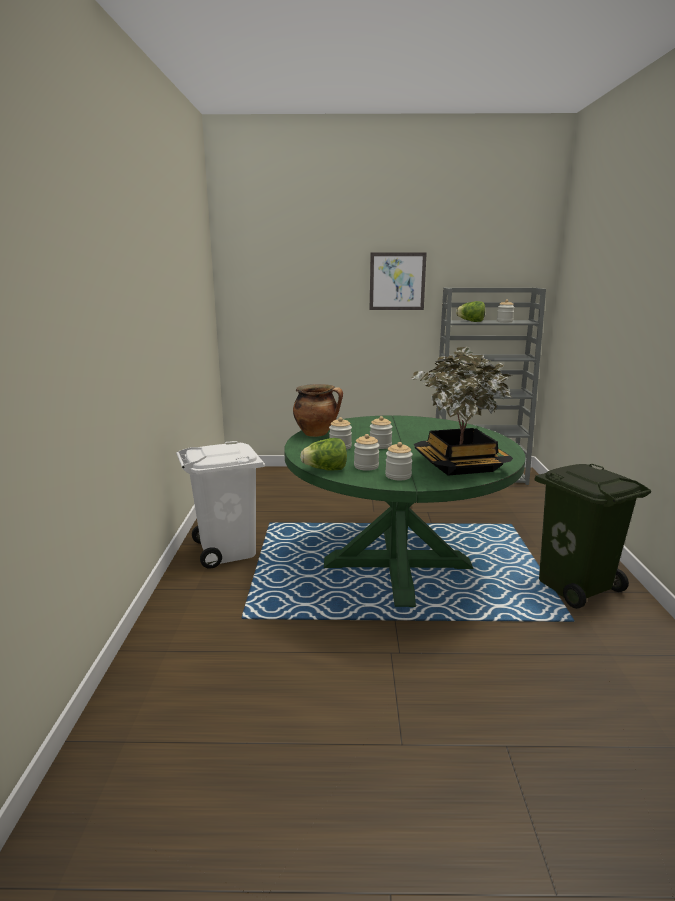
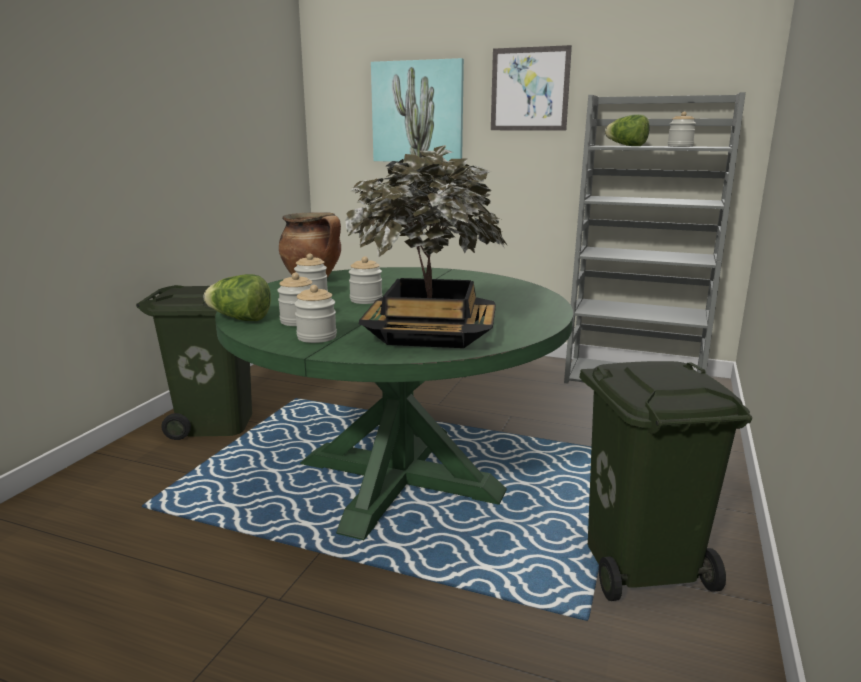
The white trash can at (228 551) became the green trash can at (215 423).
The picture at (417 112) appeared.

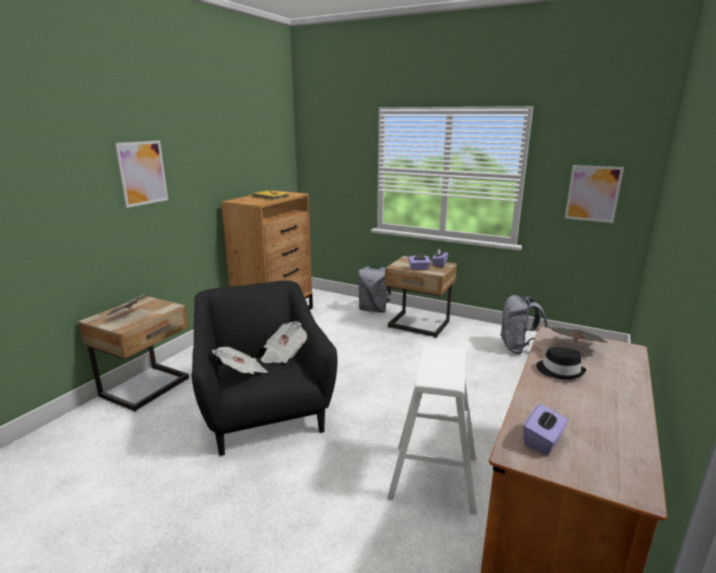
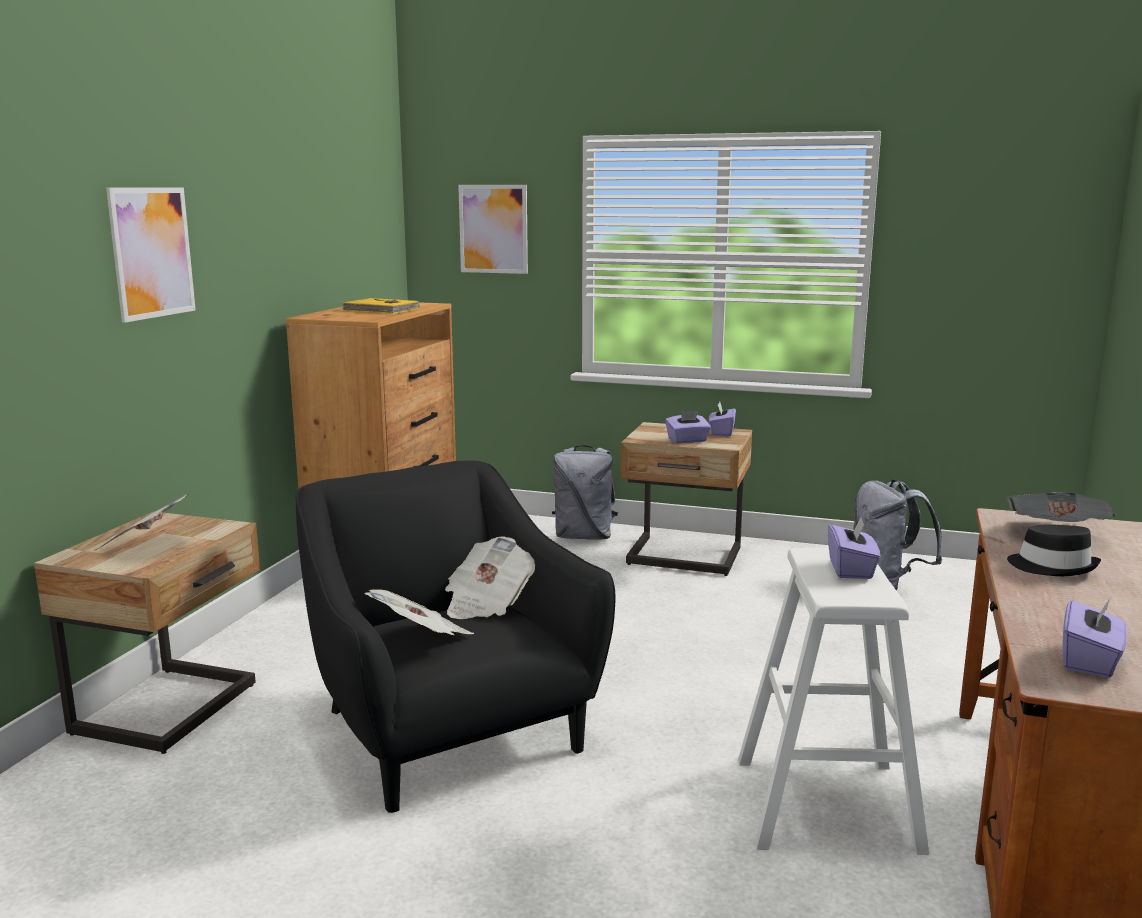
The picture moved from (593 193) to (493 229).
The purple tissue box at (851 569) appeared.

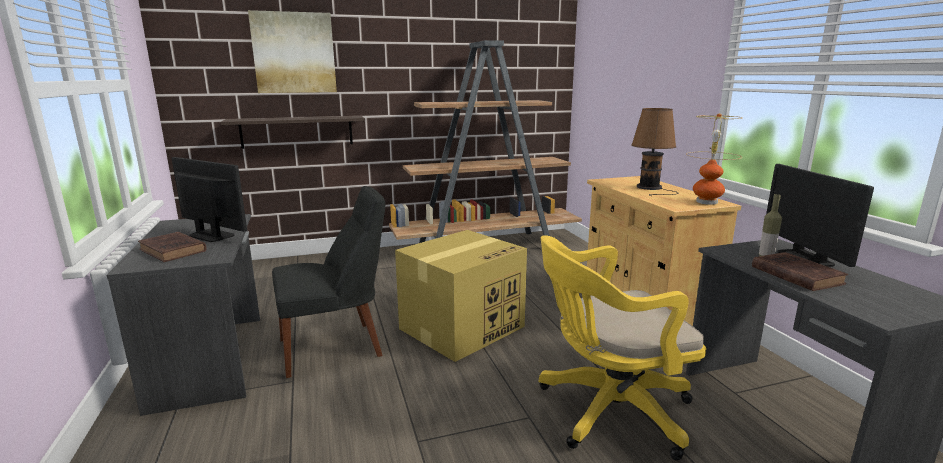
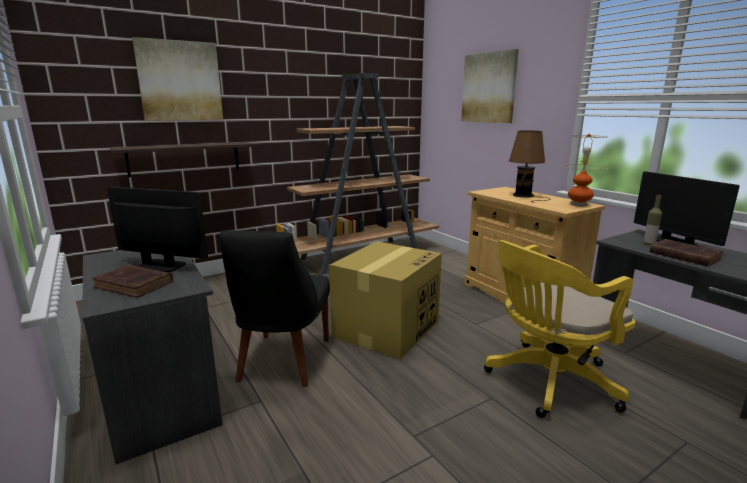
The black chair at (336 347) turned 135 degrees clockwise.
The picture at (489 88) appeared.

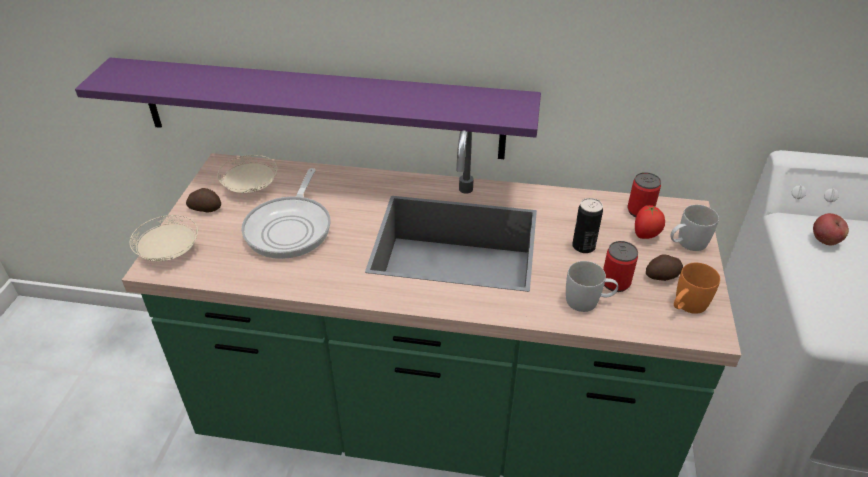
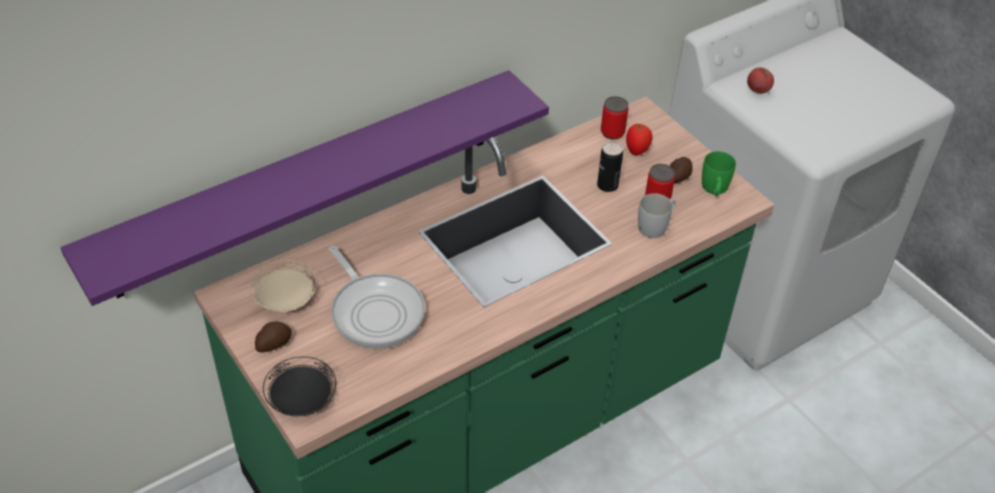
The beige plate at (169 252) became the black plate at (302 399).
The white mug at (686 244) disappeared.
The orange mug at (686 306) became the green mug at (714 190).

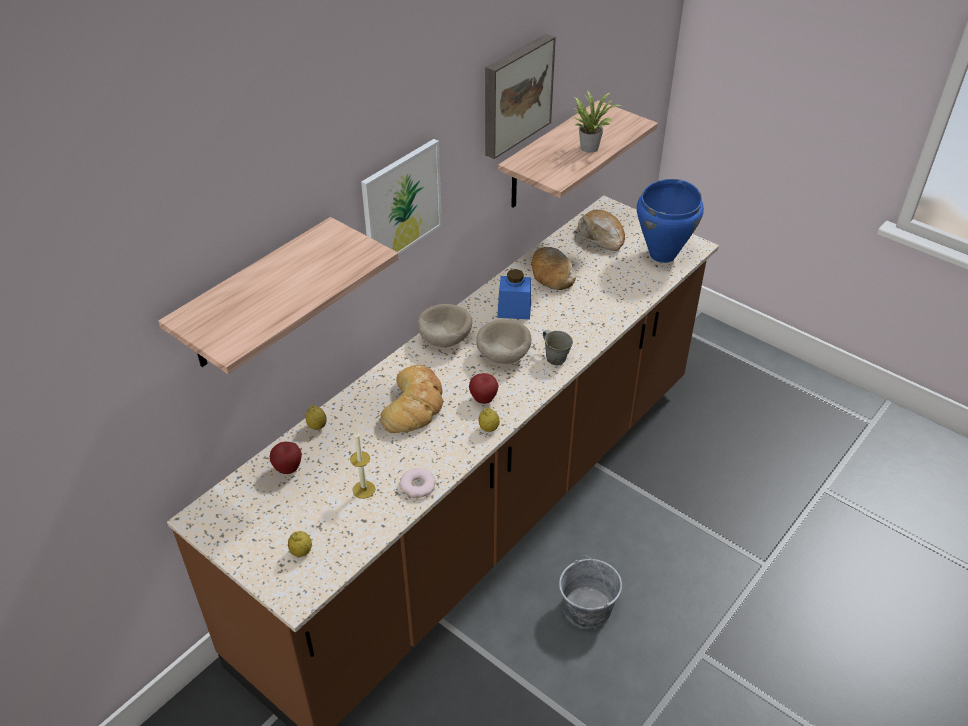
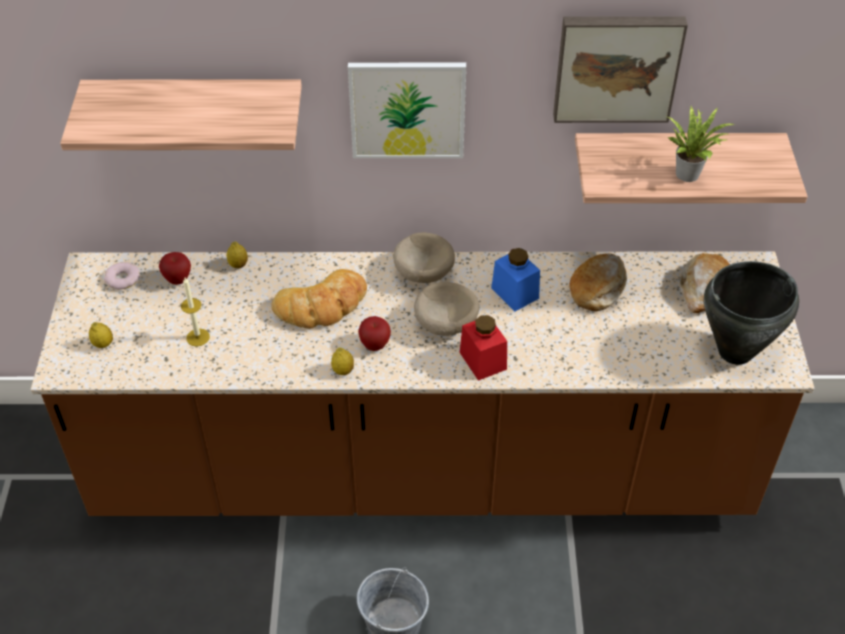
The donut moved from (418 486) to (122 279).
The grey mug at (555 357) was replaced by the red jar at (483 360).
The blue cooking pot at (663 255) became the black cooking pot at (736 352).

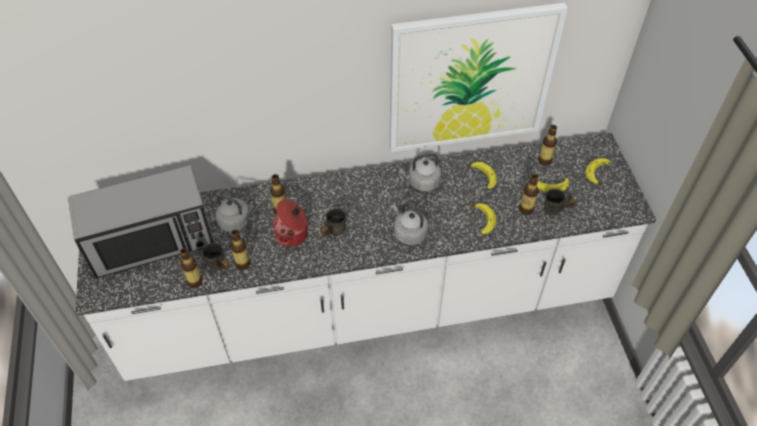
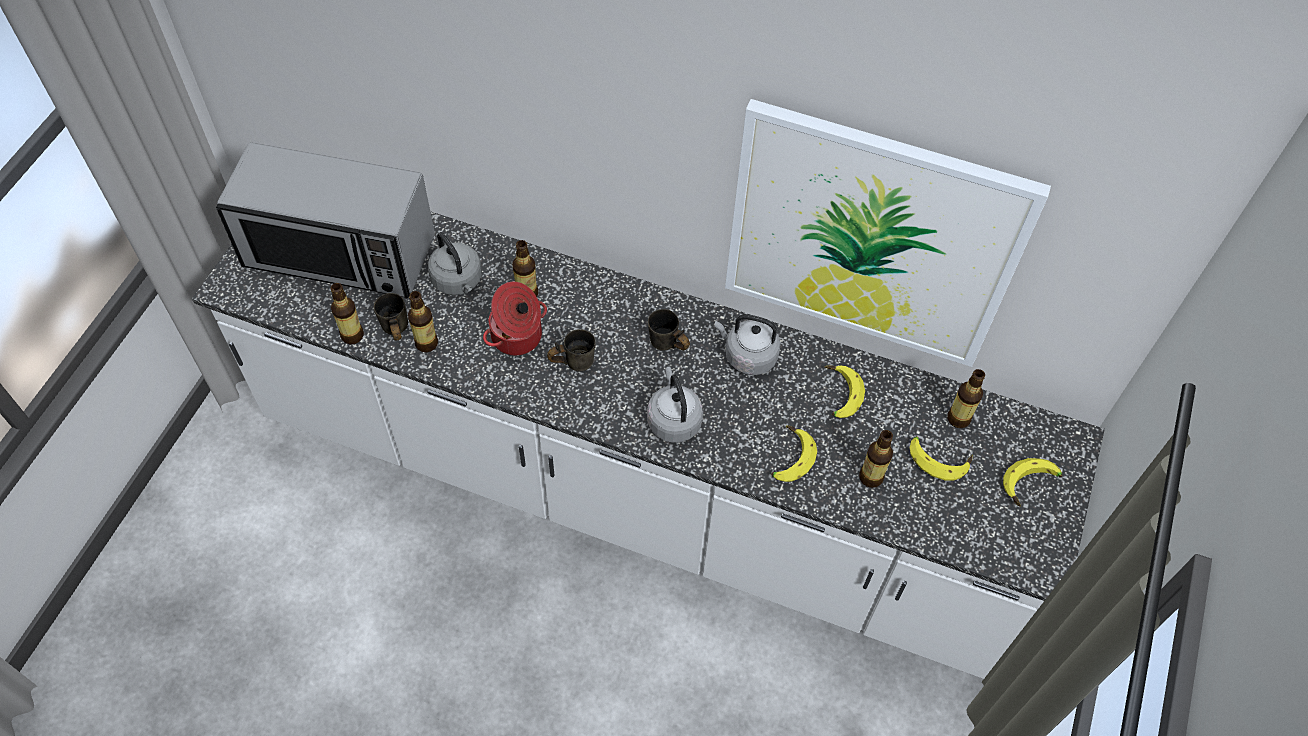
The grey mug moved from (556 211) to (666 346).

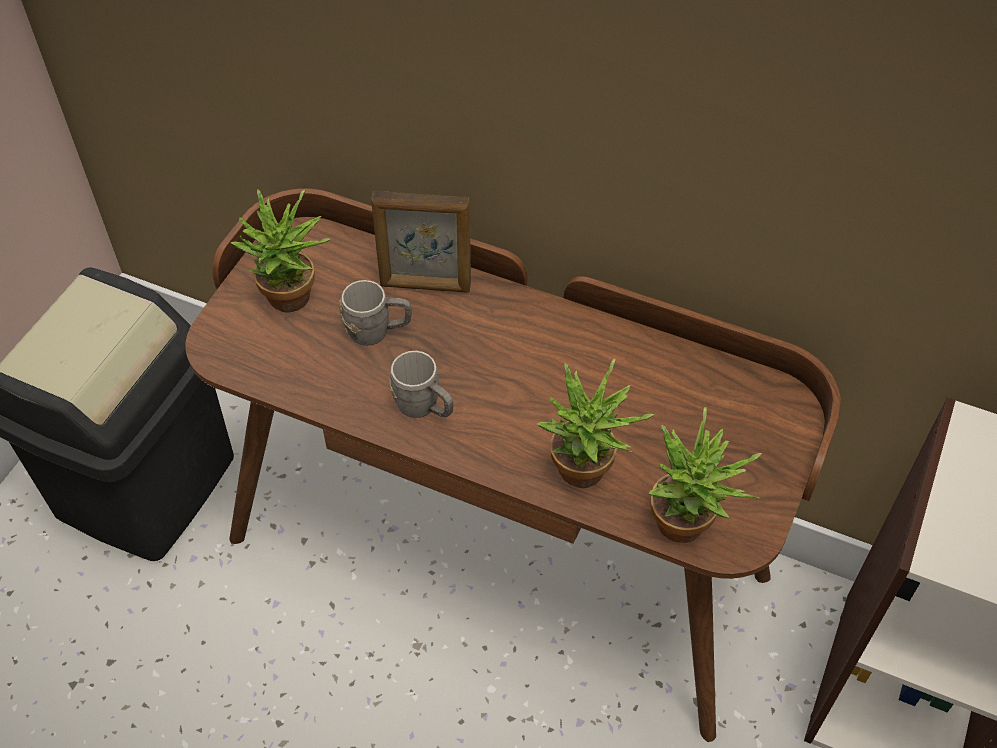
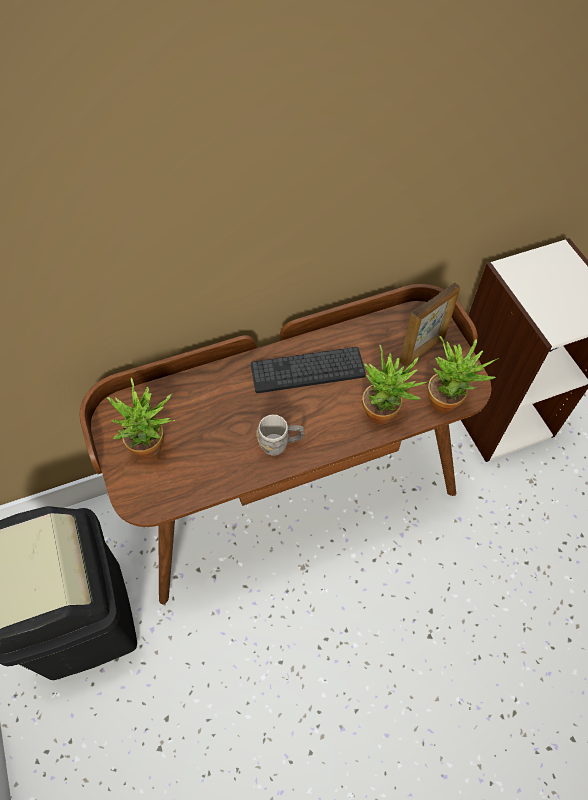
The grey mug at (378 331) disappeared.
The picture frame moved from (425 286) to (423 350).
The keyboard at (307 370) appeared.

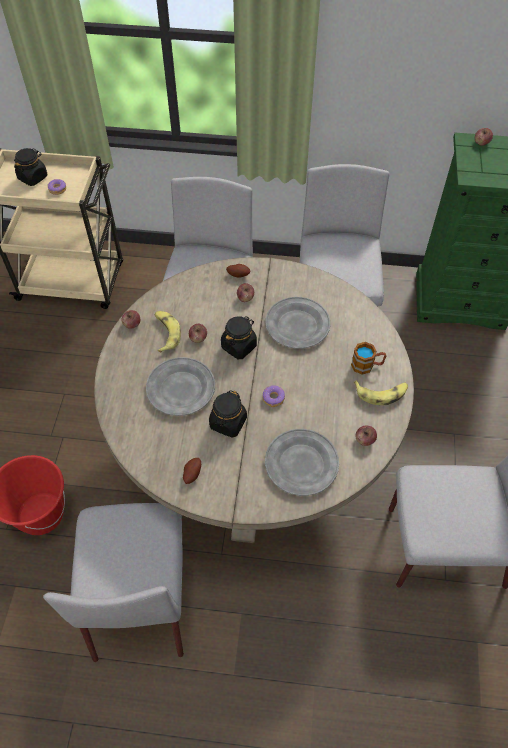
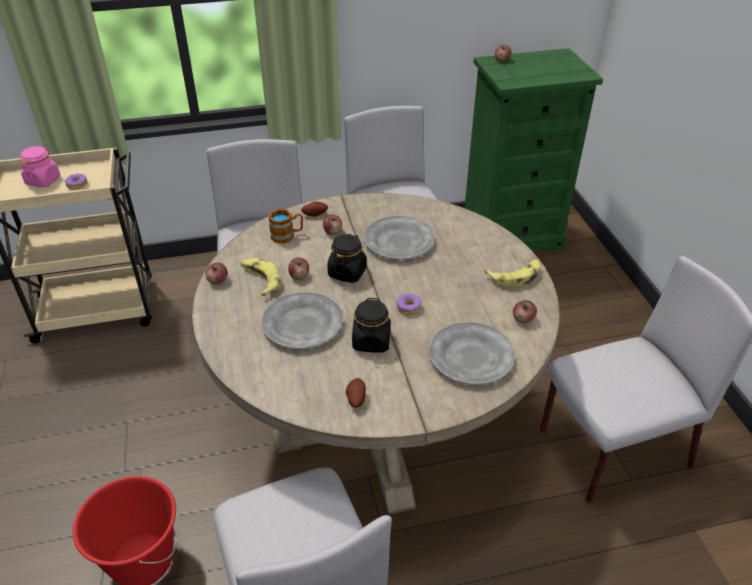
The black jar at (33 177) became the pink jar at (43 180).
The mug moved from (367 365) to (287 235).

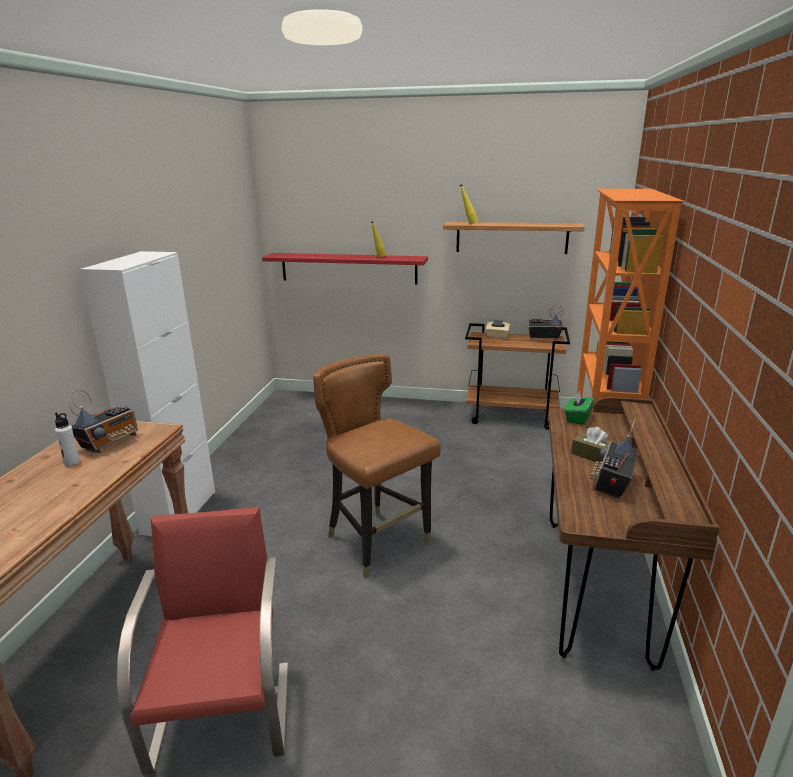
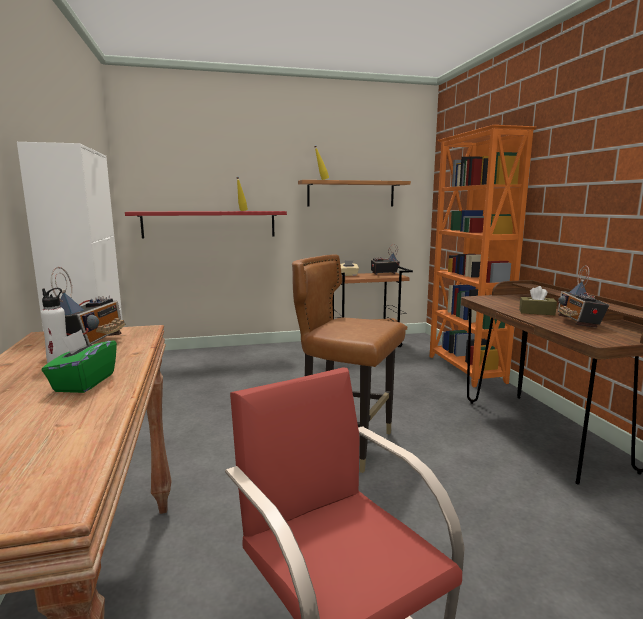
The green tissue box moved from (577 418) to (84 383).

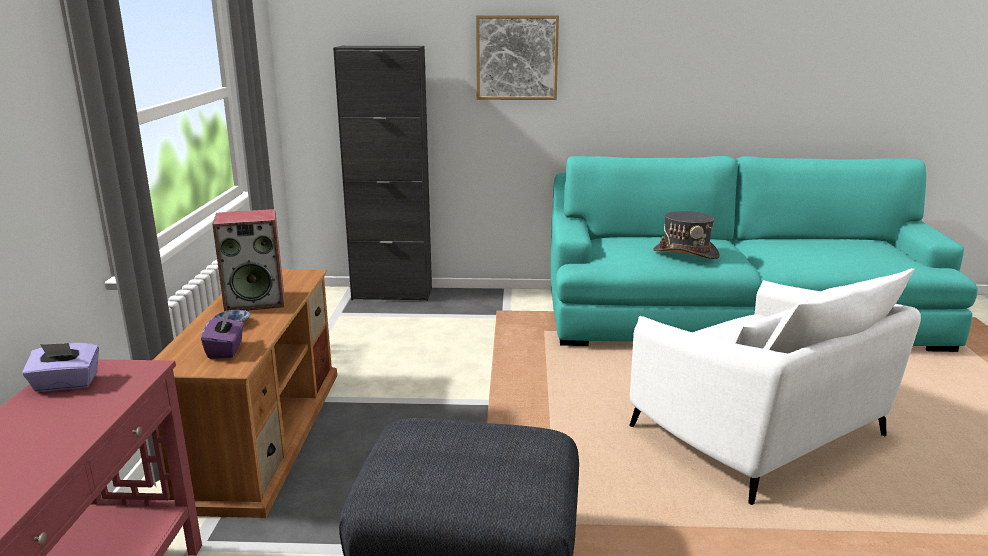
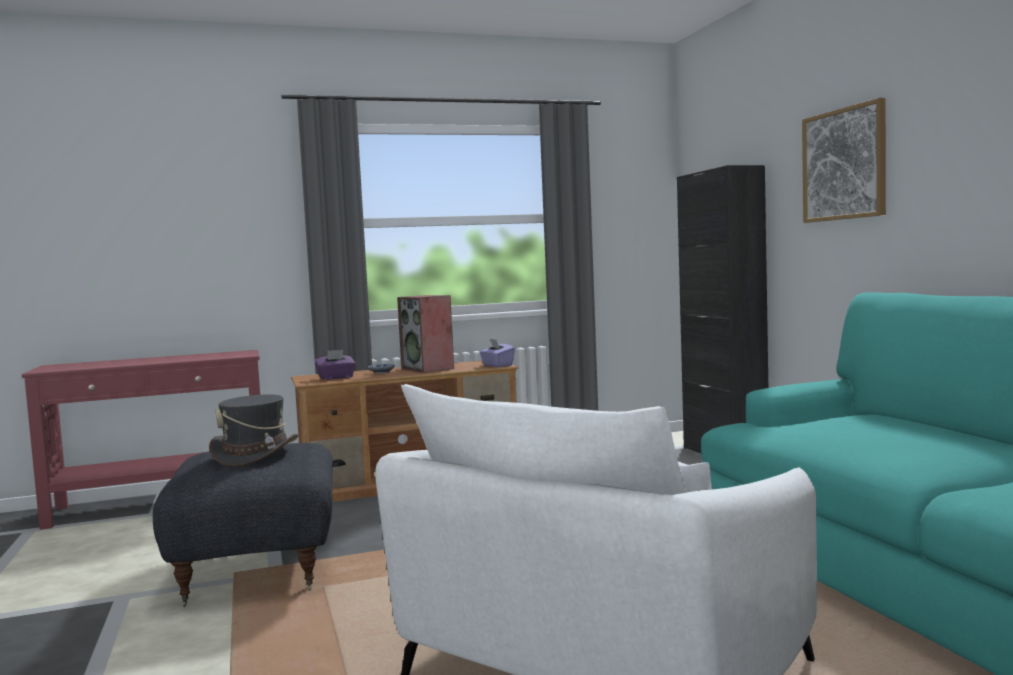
The purple tissue box moved from (66 384) to (497 365).
The grey hat moved from (685 253) to (255 455).

